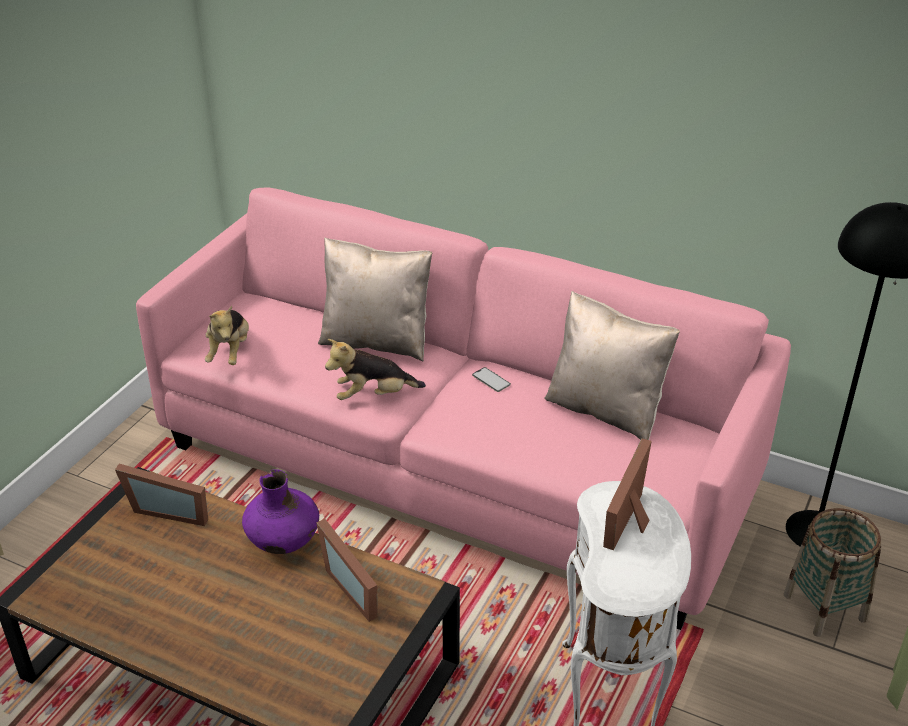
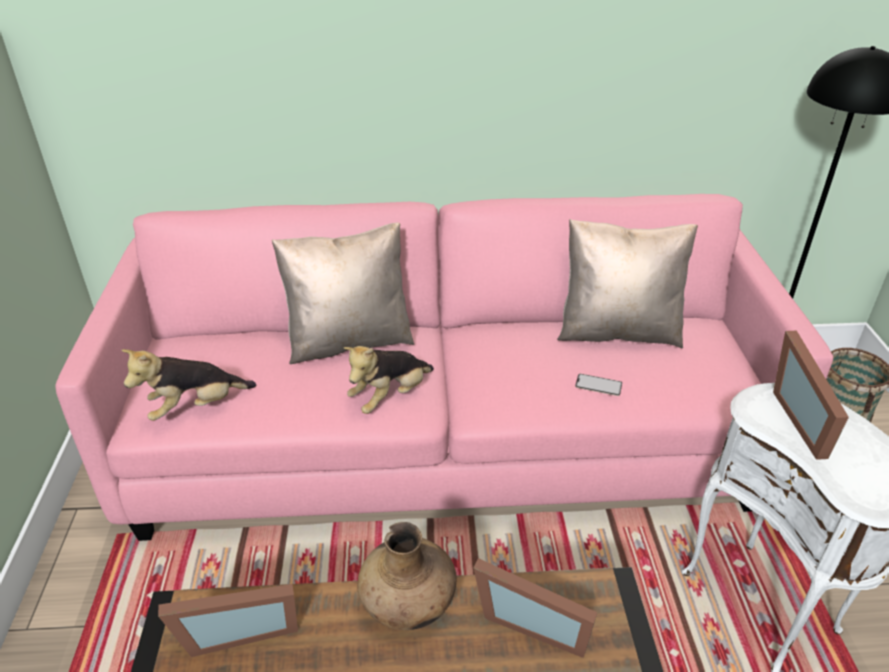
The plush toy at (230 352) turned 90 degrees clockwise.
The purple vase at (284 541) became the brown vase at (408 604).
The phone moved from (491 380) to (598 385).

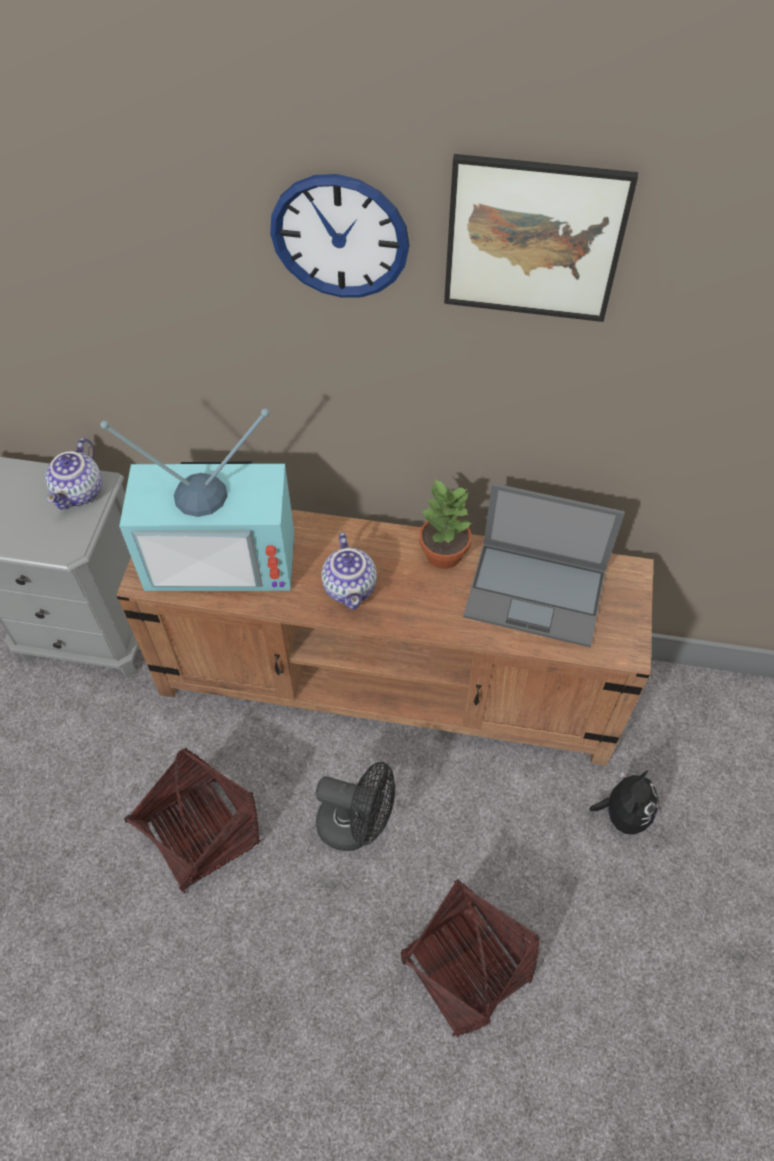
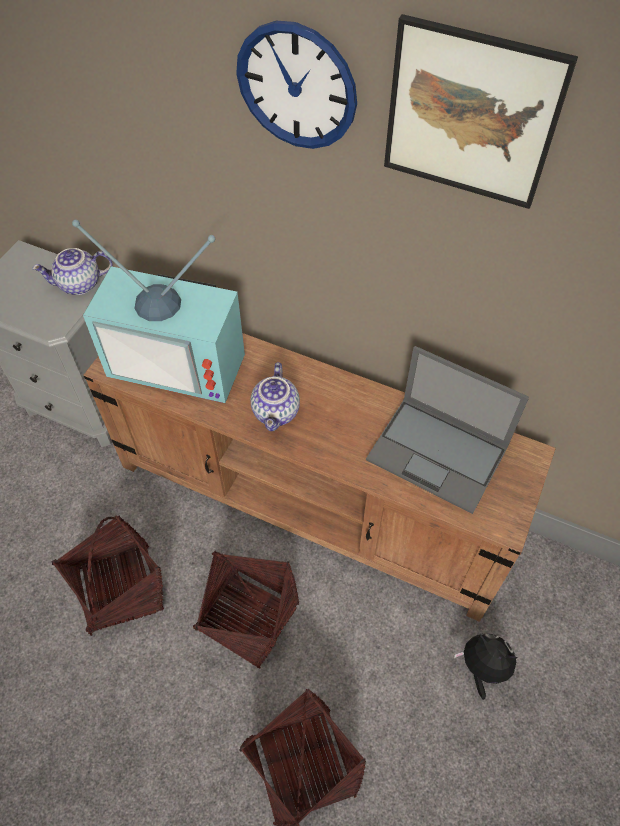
The teapot at (80 493) turned 45 degrees clockwise.
The black fan at (356 825) was replaced by the basket at (248 616).
The potted plant at (442 553) disappeared.
The plush toy at (623 814) turned 90 degrees counterclockwise.

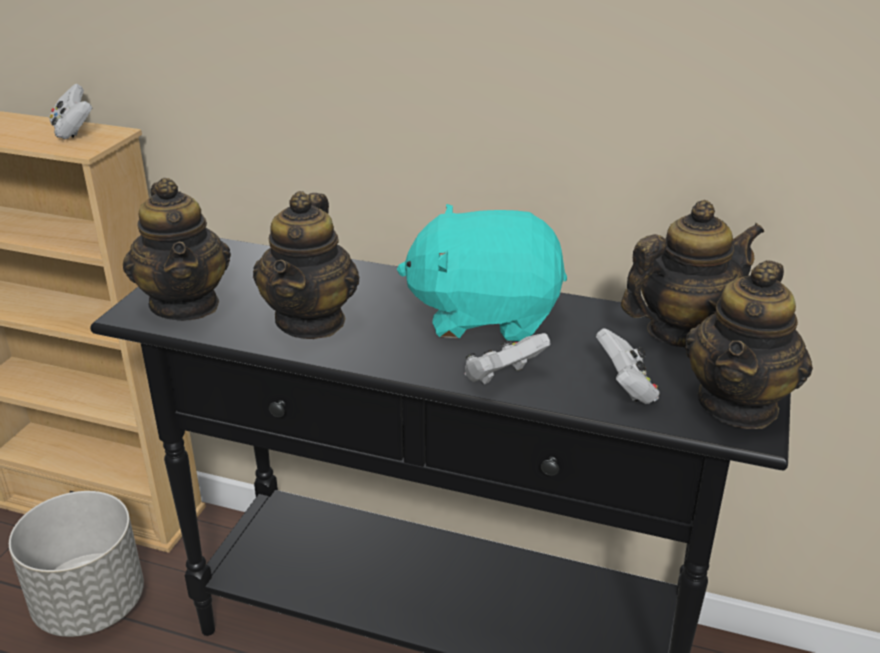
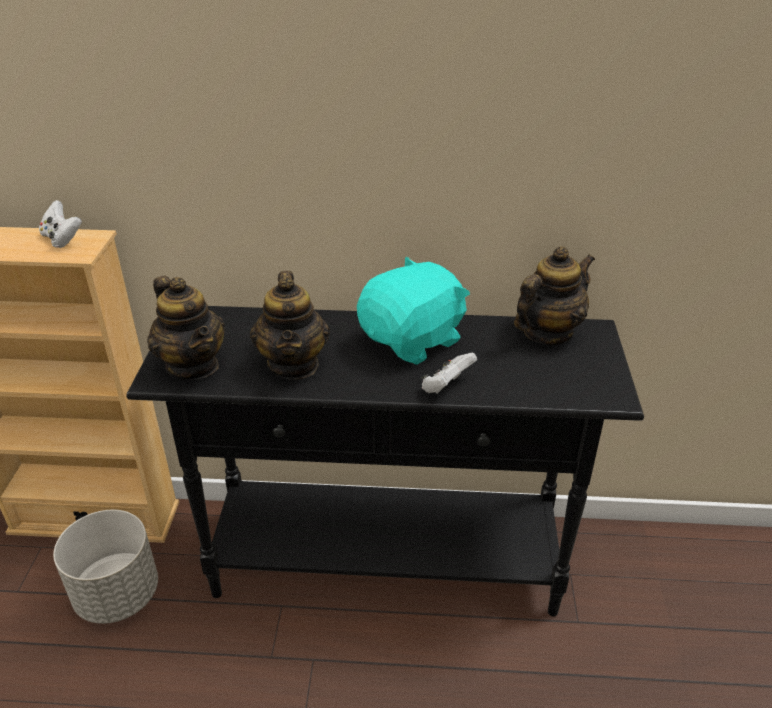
The turquoise plush toy at (484 315) turned 150 degrees clockwise.
The white game controller at (626 388) disappeared.
The teapot at (738 404) disappeared.

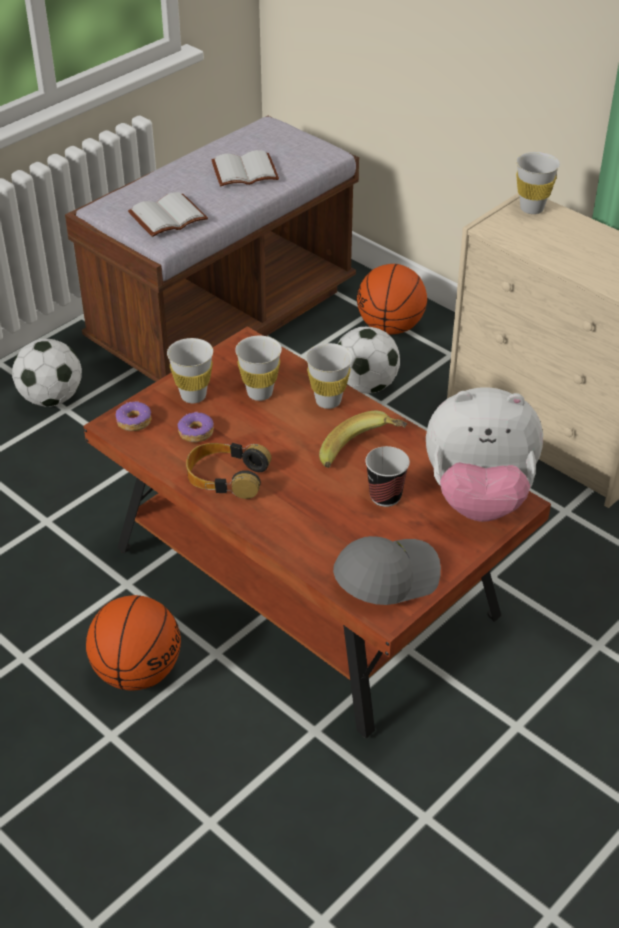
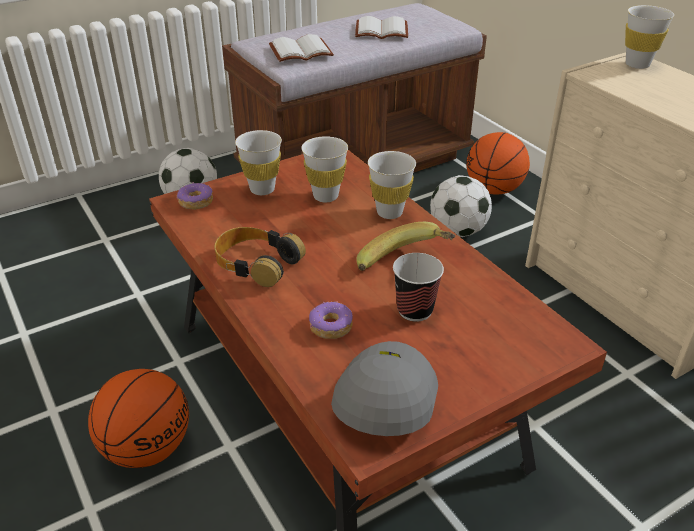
The donut moved from (195 432) to (330 326).
The grey cap at (386 576) turned 60 degrees counterclockwise.
The plush toy at (478 497) disappeared.

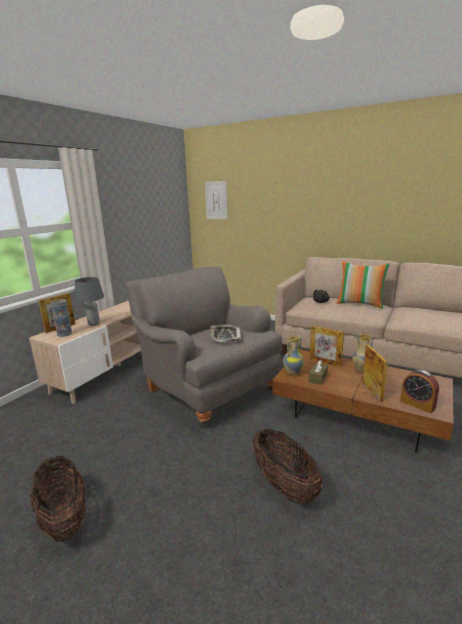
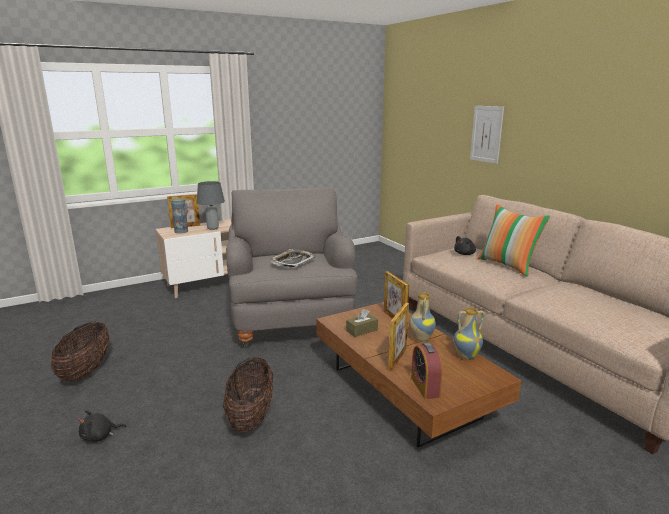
The picture moved from (216 200) to (486 134).
The vase moved from (292 372) to (466 356).
The black plush toy at (100 436) appeared.

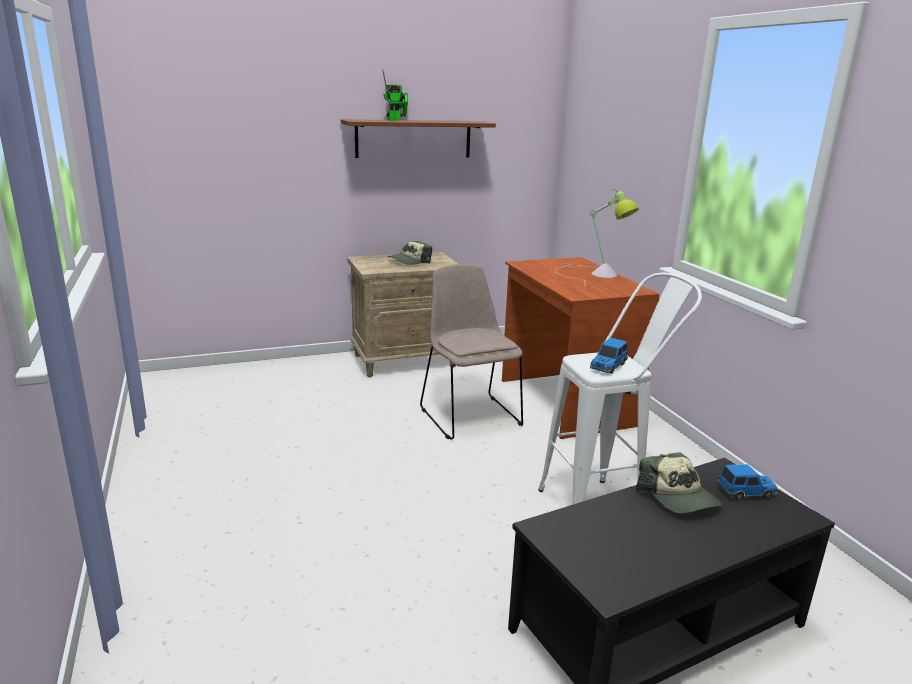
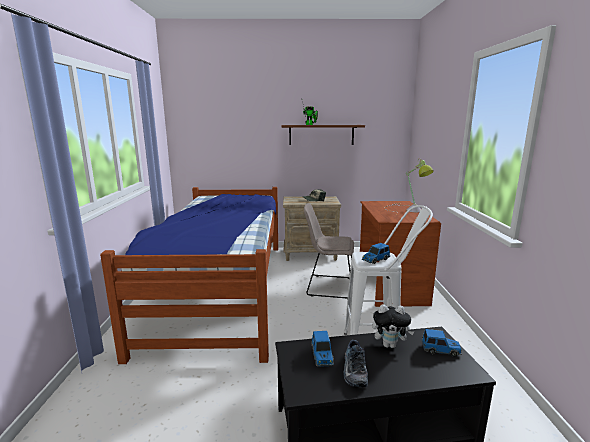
The beige chair at (469 415) turned 75 degrees counterclockwise.
The cap at (678 497) was replaced by the plush toy at (390 345).
The bed at (221 289) appeared.
The toy car at (322 356) appeared.
The shoe at (353 370) appeared.

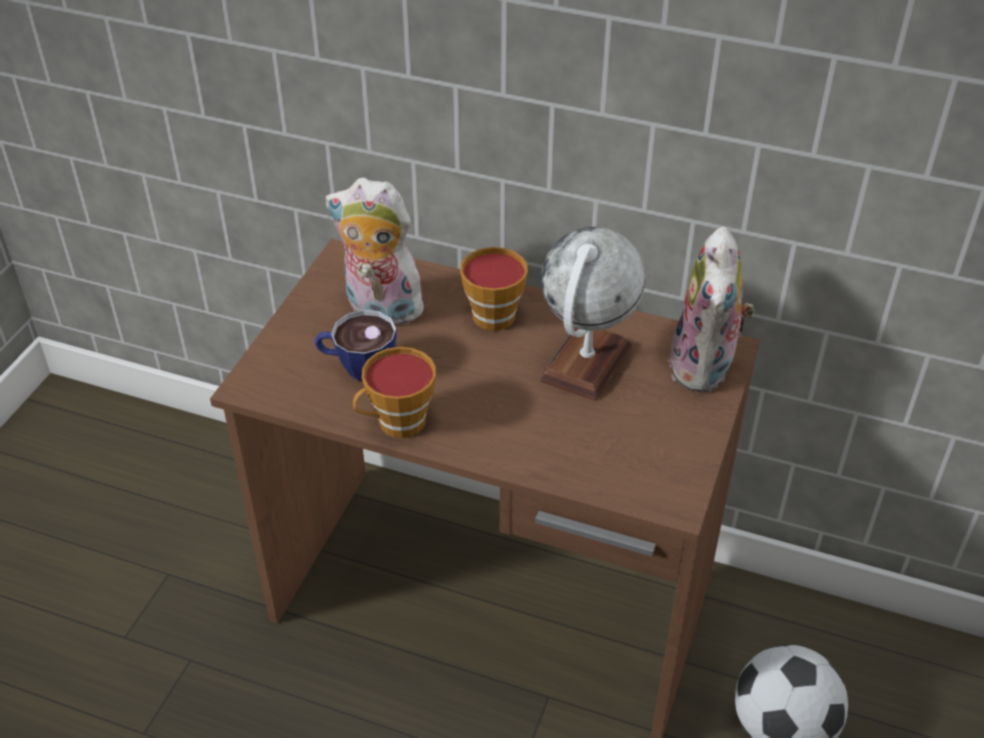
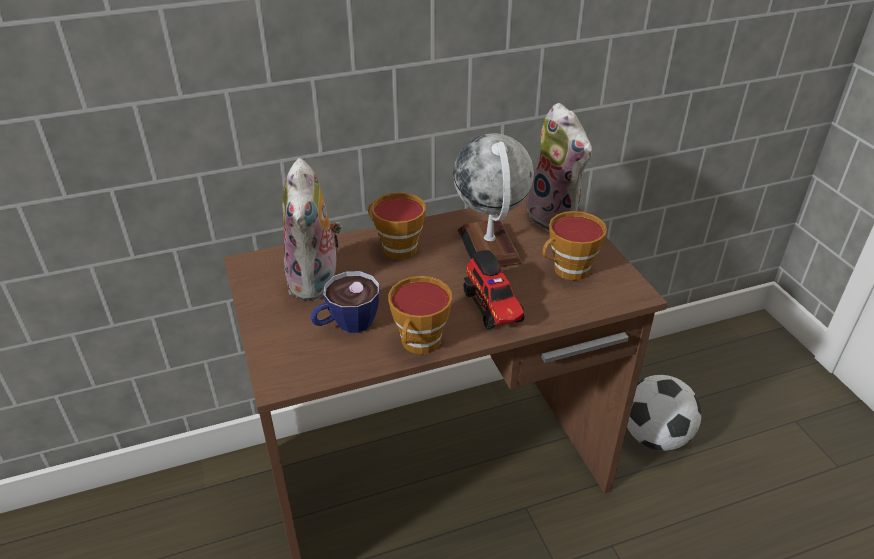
The plush toy at (379 309) turned 75 degrees counterclockwise.
The toy truck at (493 308) appeared.
The cup at (568 271) appeared.

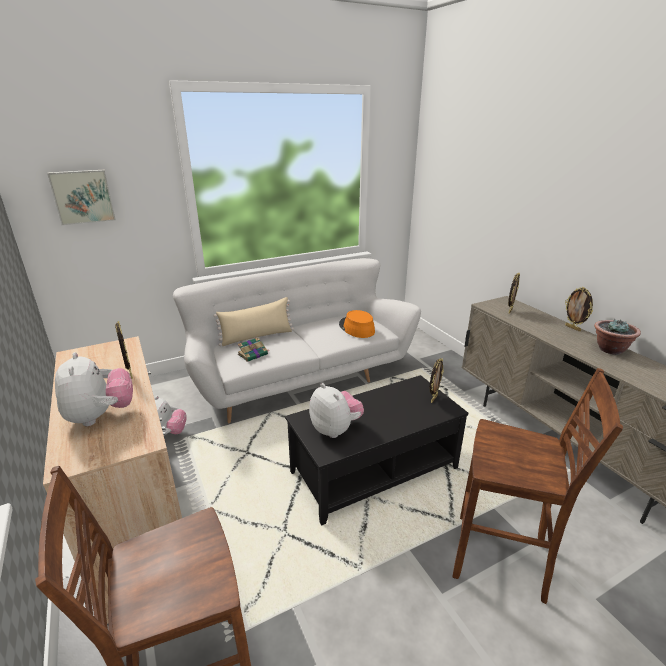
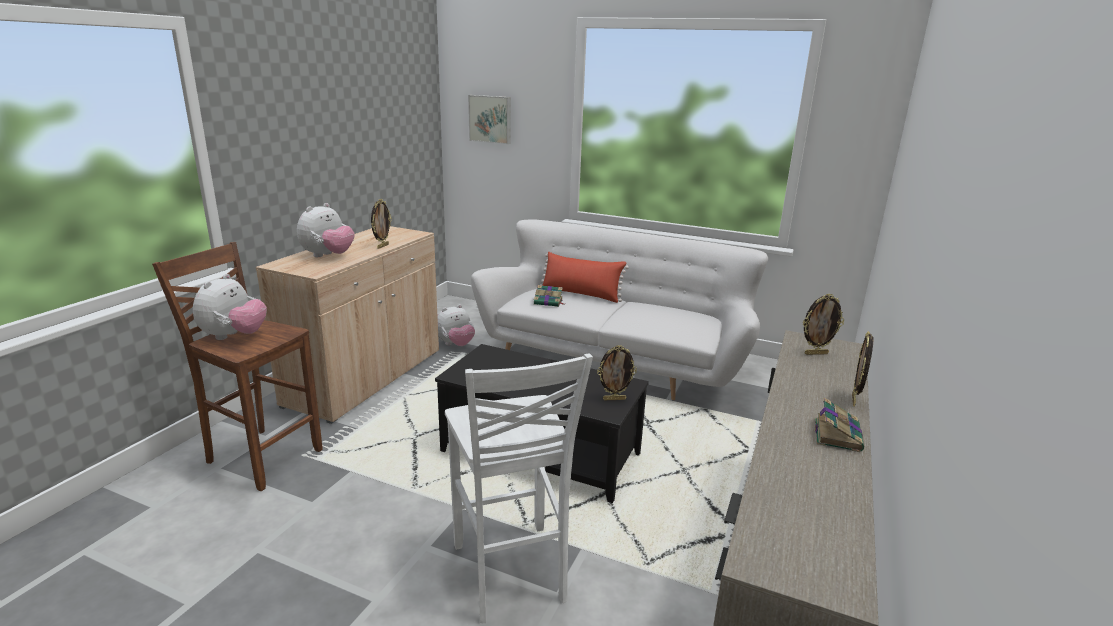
The beige pillow at (257 336) became the red pillow at (581 294).
The plush toy moved from (335 429) to (234 336).
The orange hat at (356 328) disappeared.
The brown stool at (502 559) became the white stool at (510 574).
The potted plant at (610 349) was replaced by the book at (837 434).

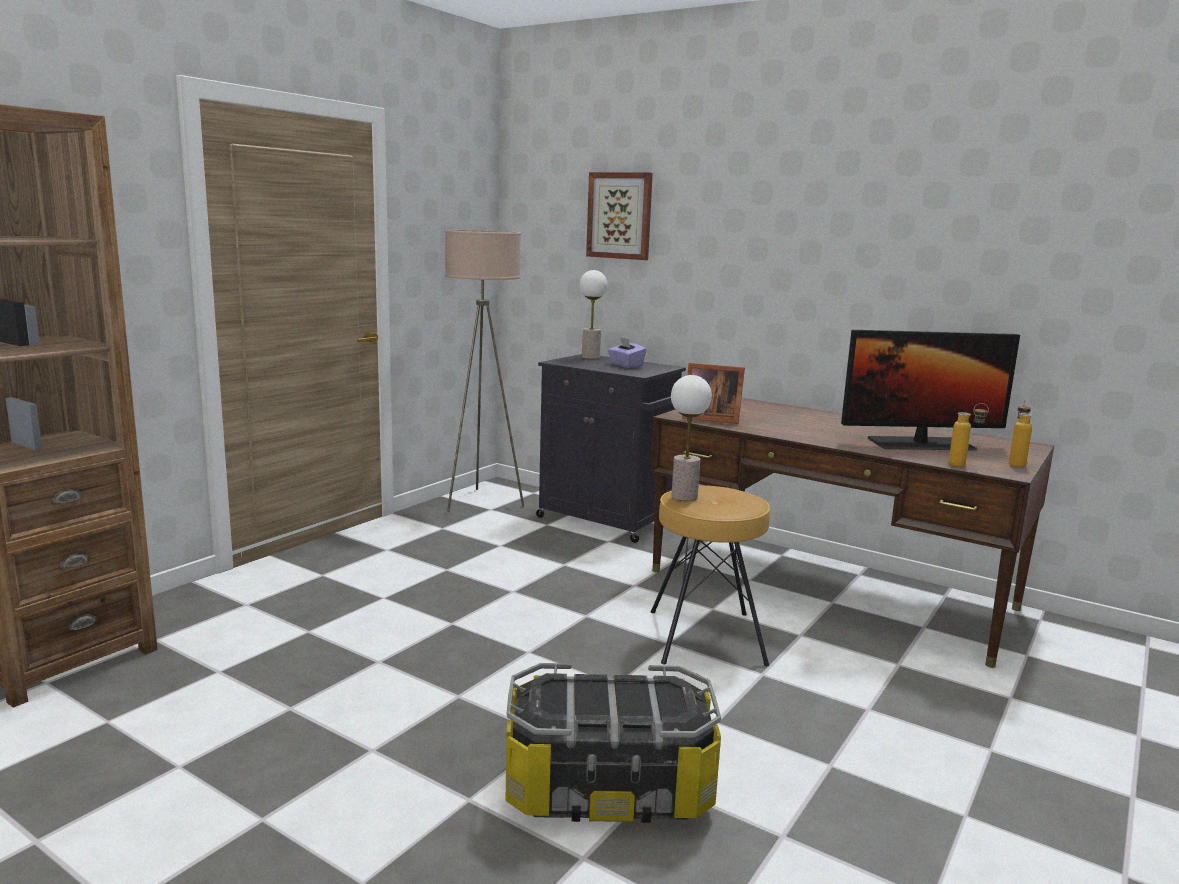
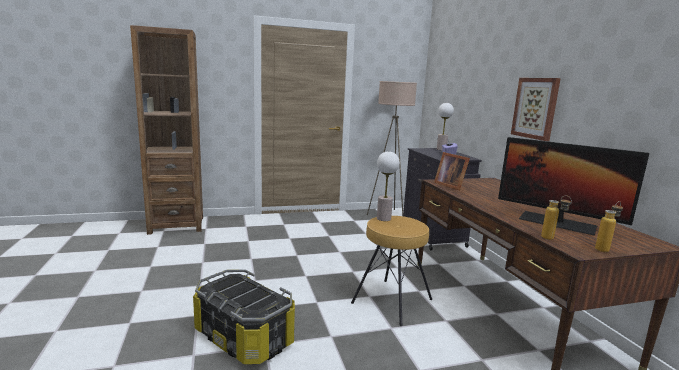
The picture moved from (620 215) to (535 108).

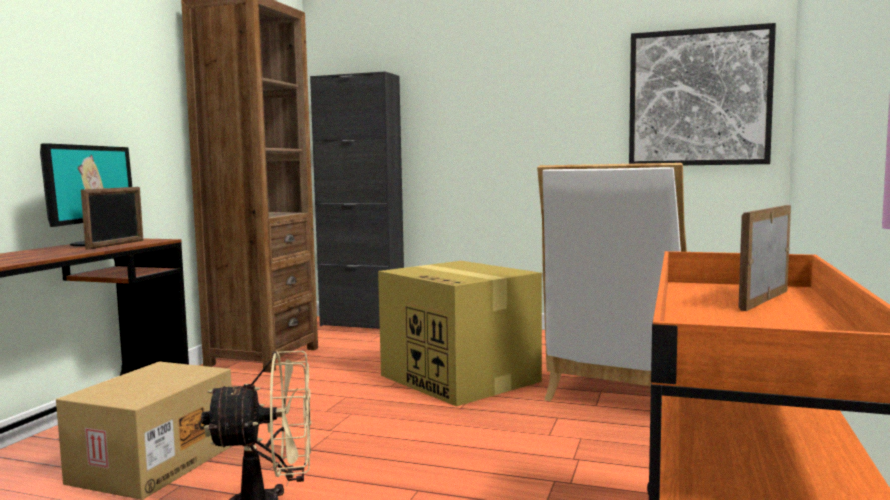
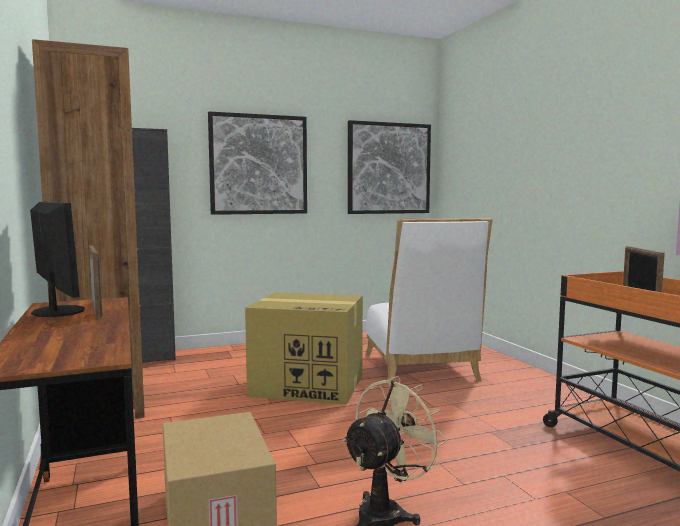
The picture at (258 164) appeared.

